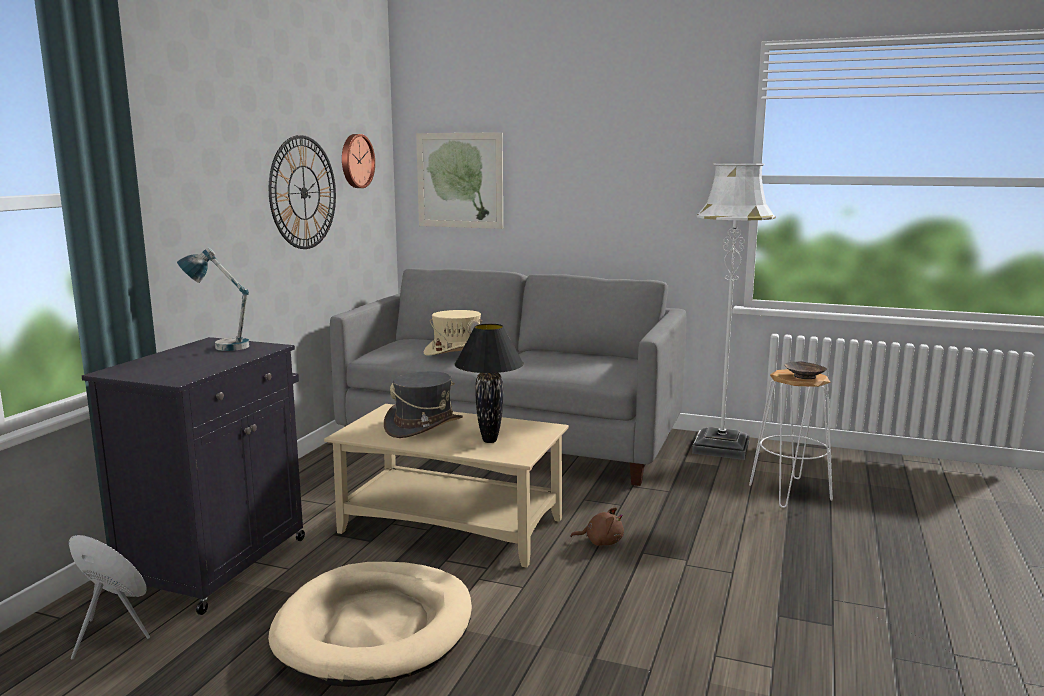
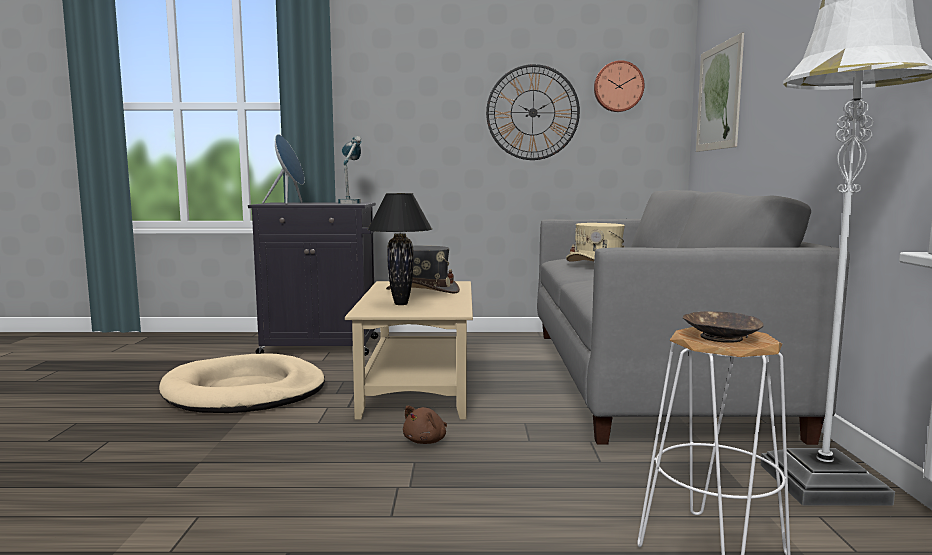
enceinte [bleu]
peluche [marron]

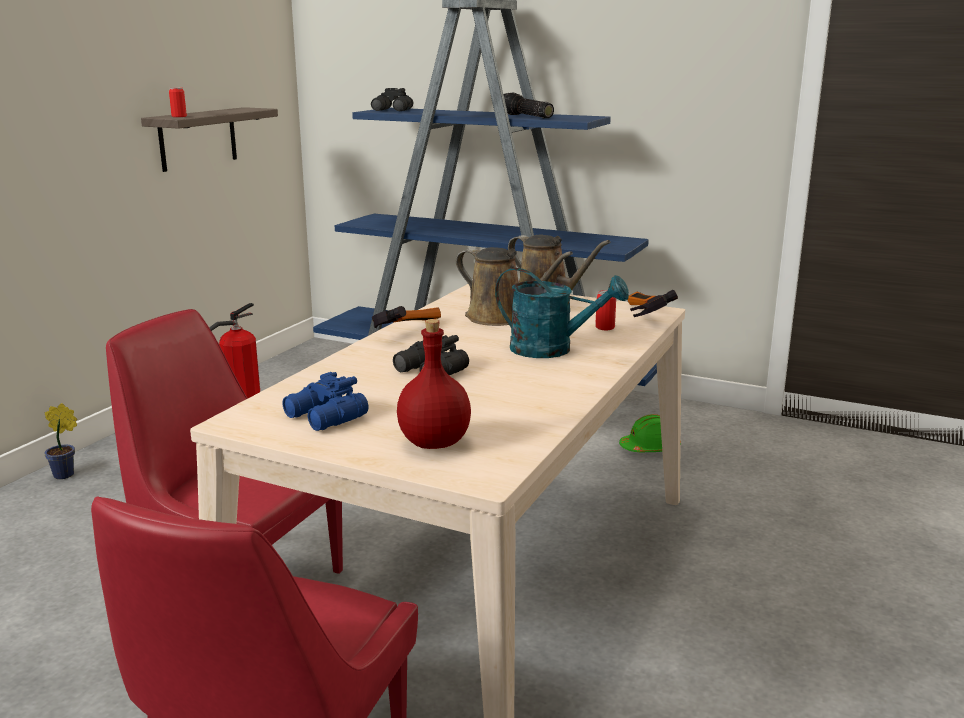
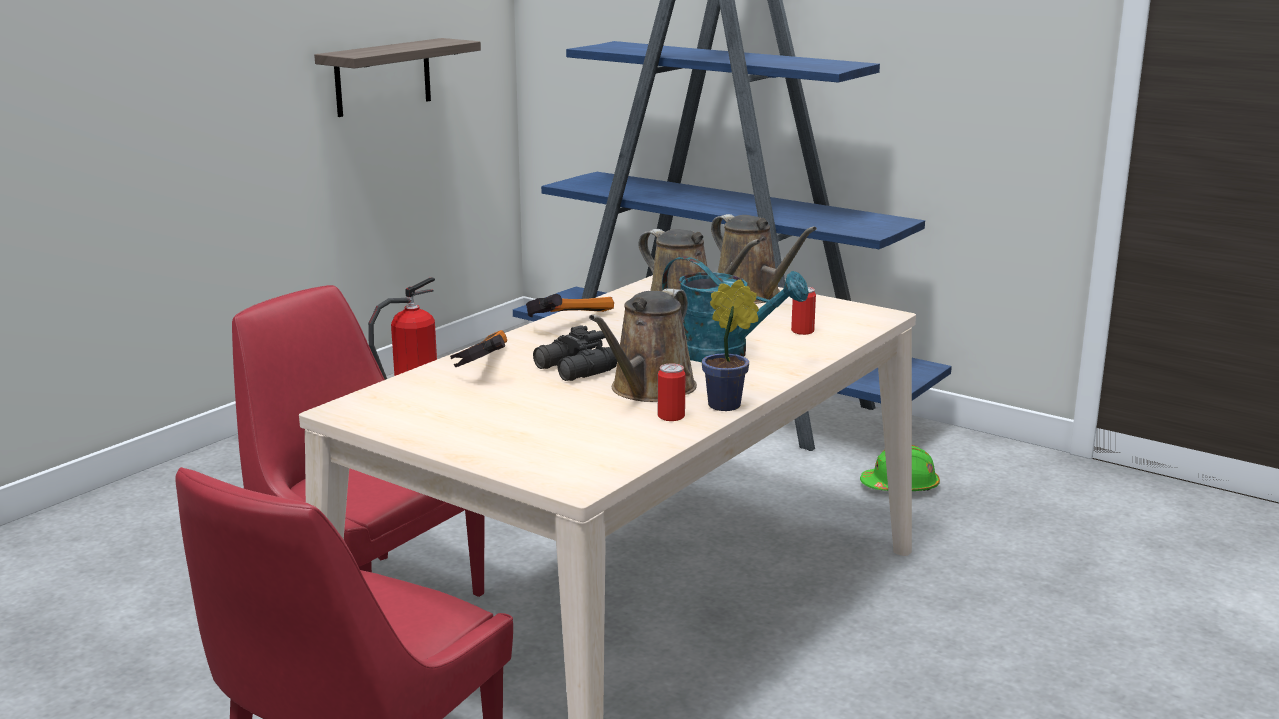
plante en pot
boîte métallique (no. 1 from left)
jumelles [bleu]
jumelles [noir] (no. 1 from left in the first image)
bouteille [rouge]
lampe de poche
marteau (no. 1 from left)
arrosoir [marron] (no. 1 from left)

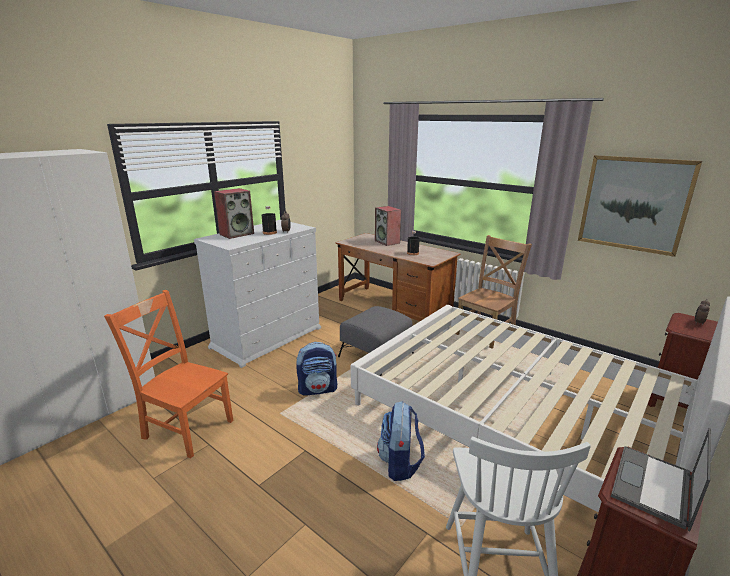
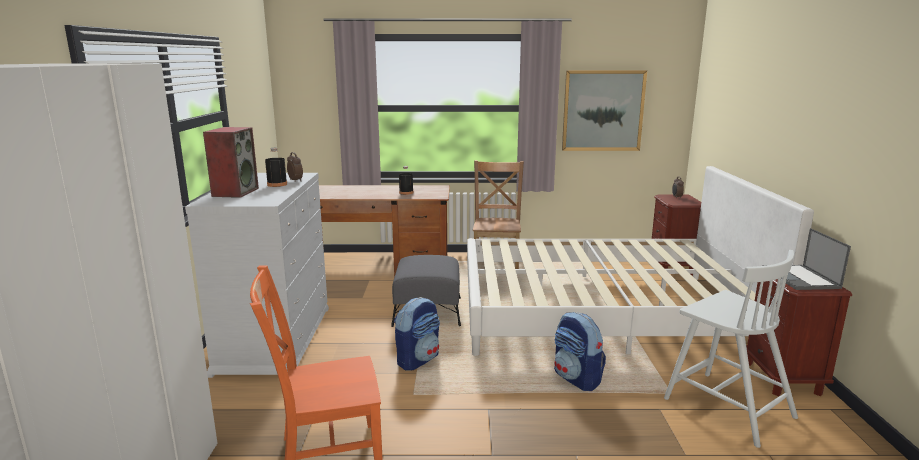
enceinte (no. 2 from left in the first image)

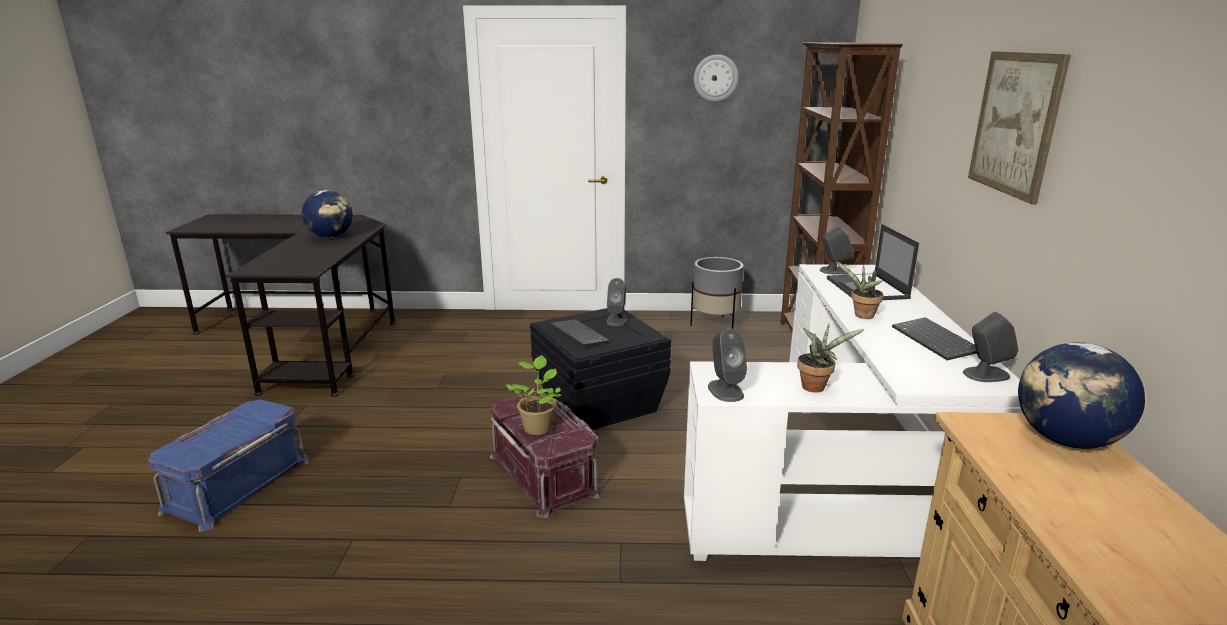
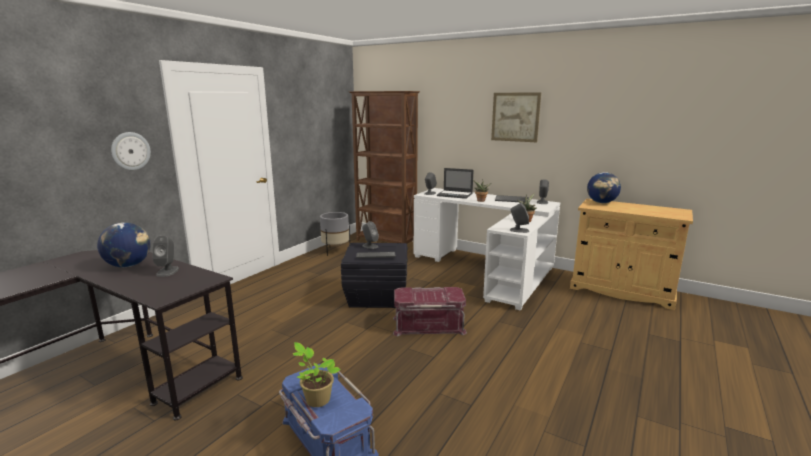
plante en pot (no. 1 from left)
horloge murale
enceinte [gris] (no. 1 from left)

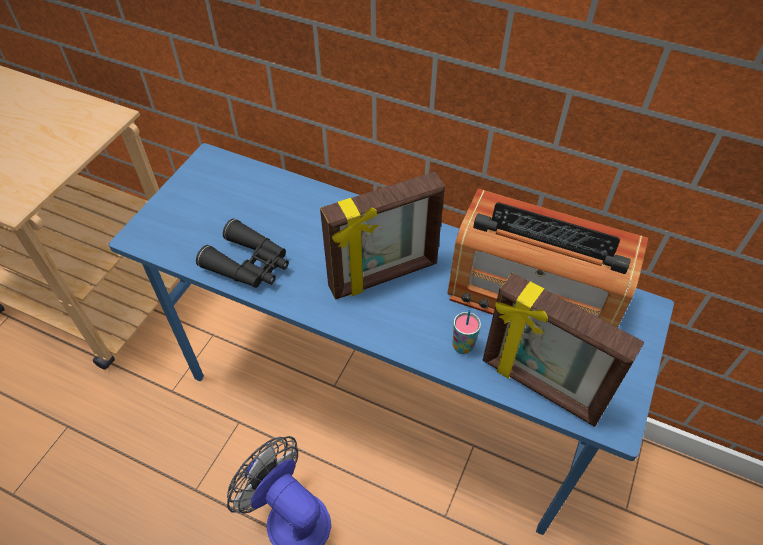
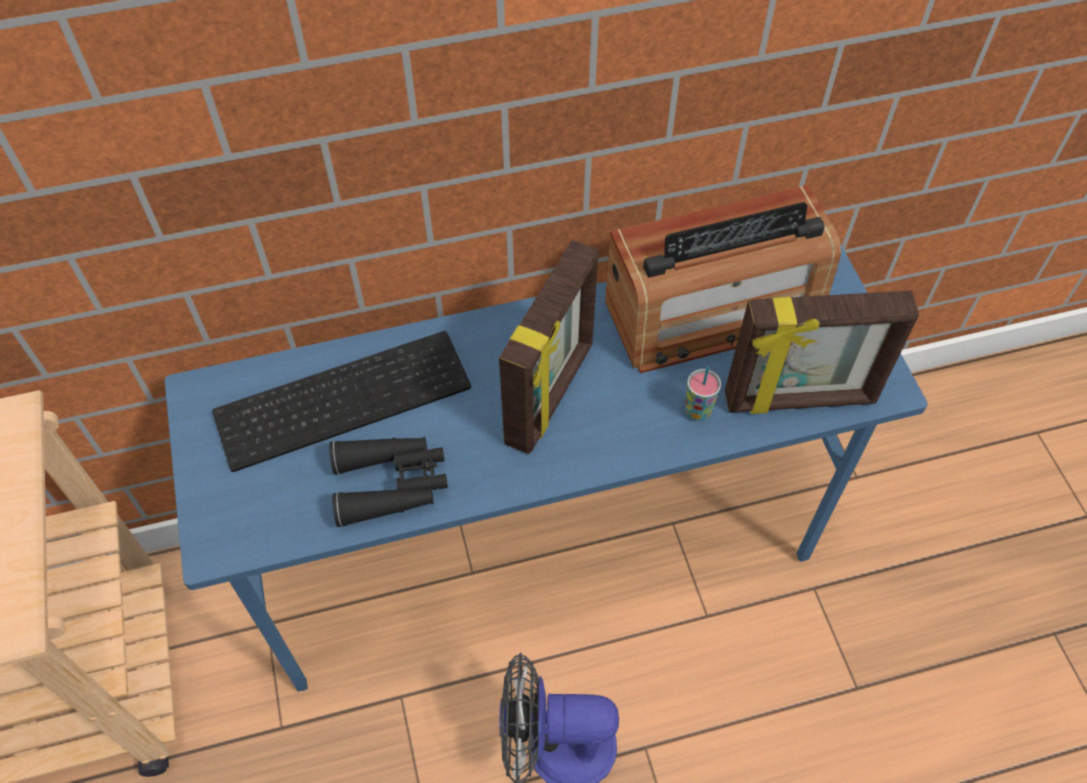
clavier

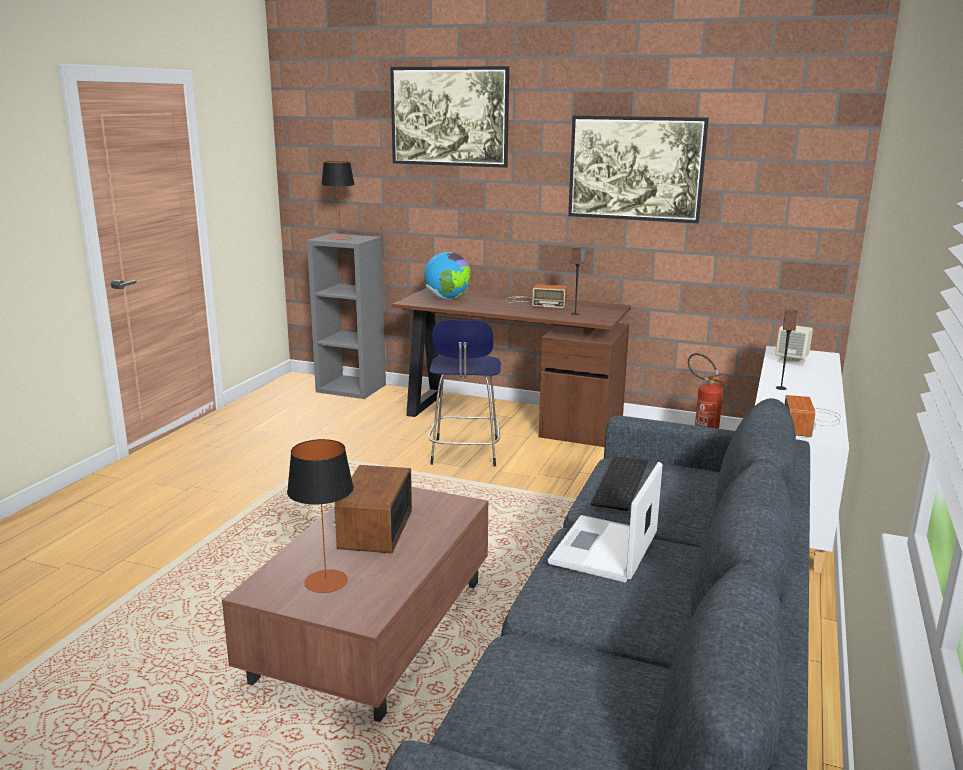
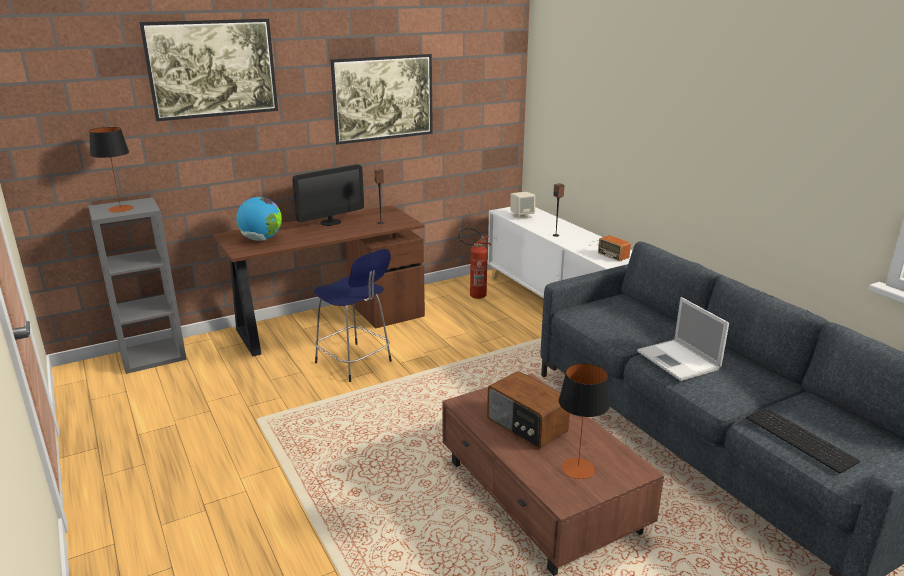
écran d'ordinateur
clavier

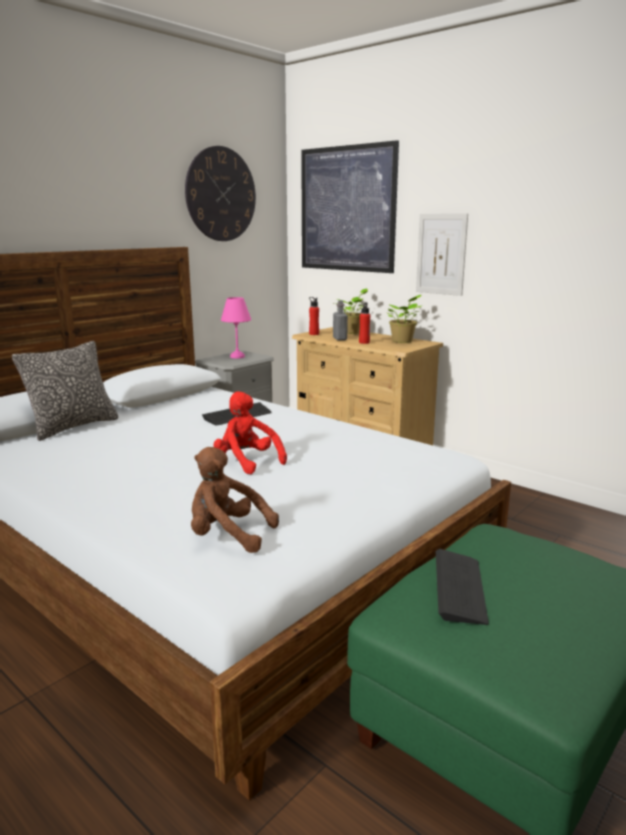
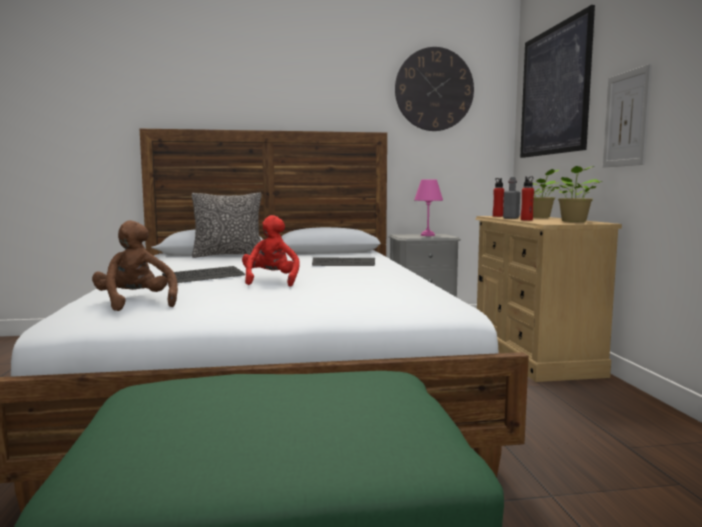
clavier (no. 1 from left)

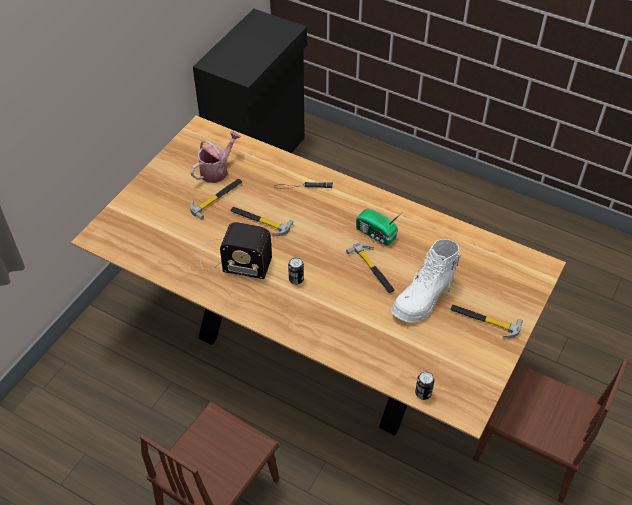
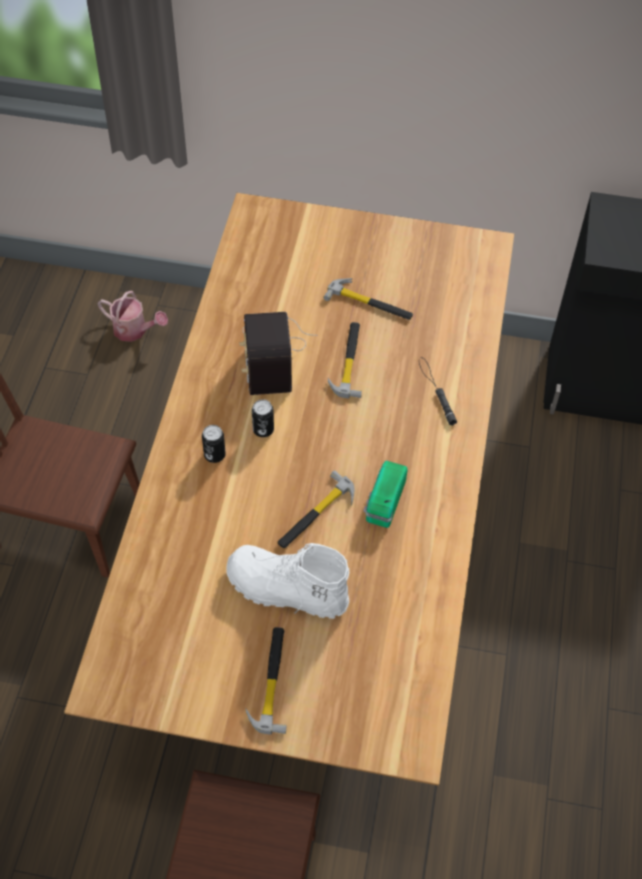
arrosoir
boîte métallique (no. 1 from left)

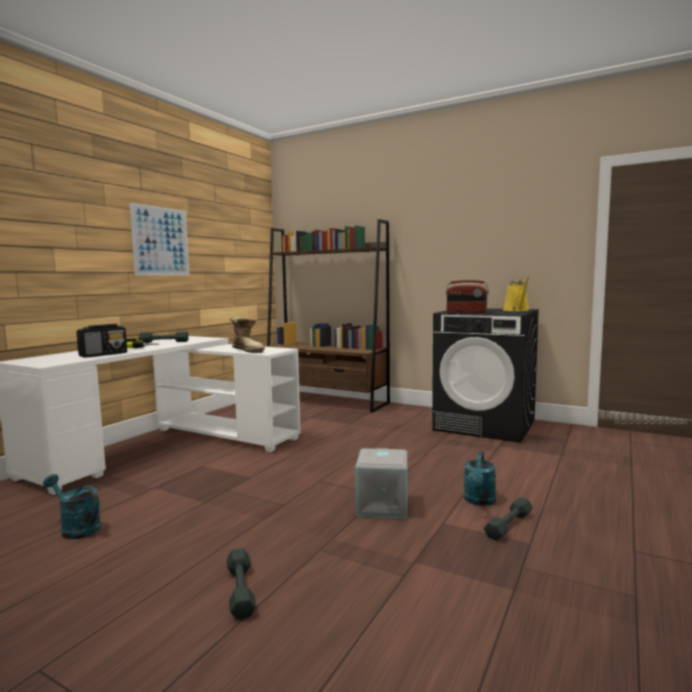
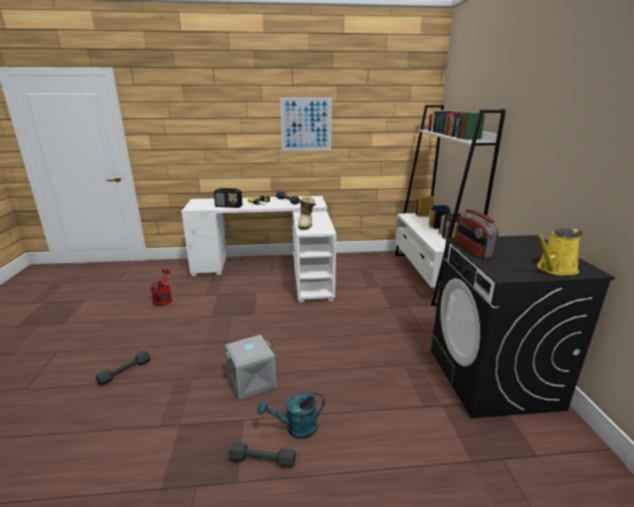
arrosoir [rouge]
bibliothèque [blanc]

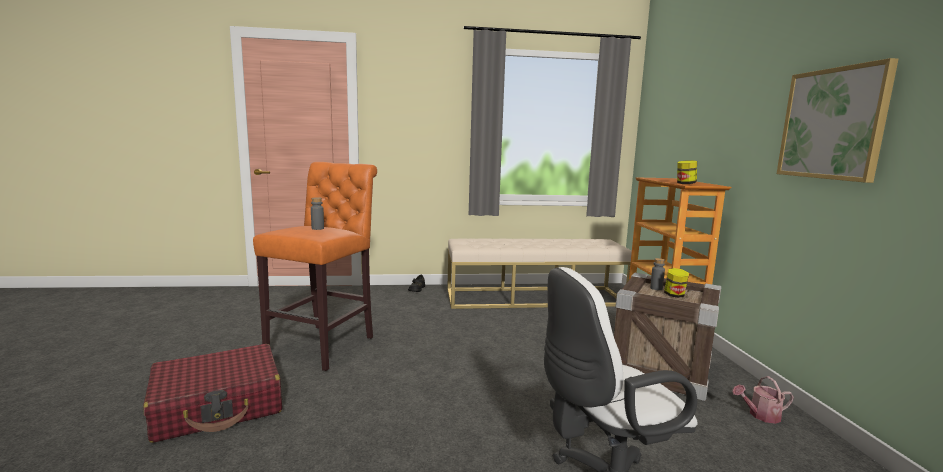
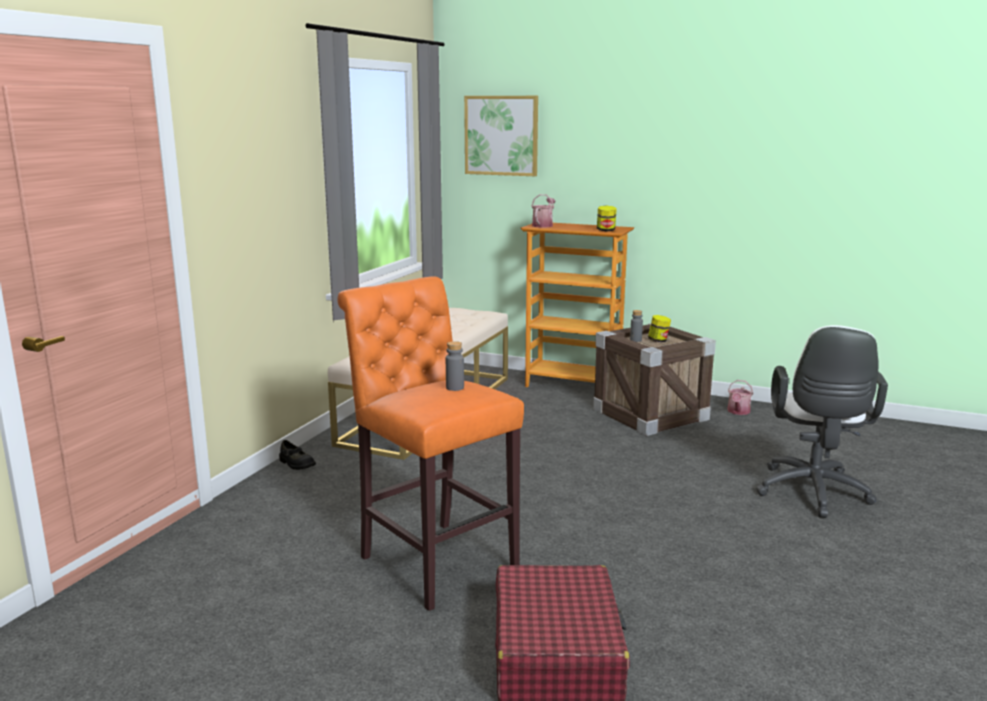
tableau
arrosoir (no. 1 from left)

